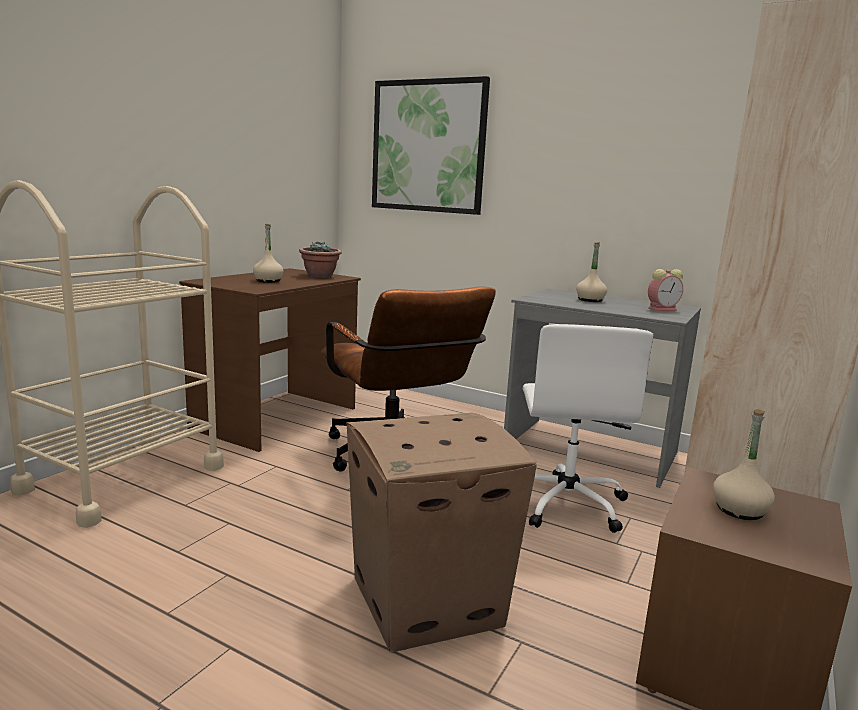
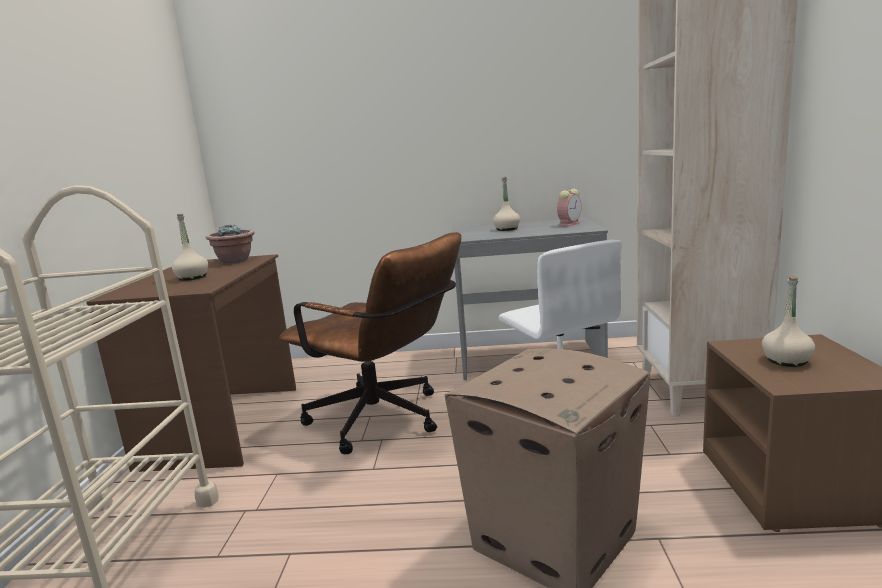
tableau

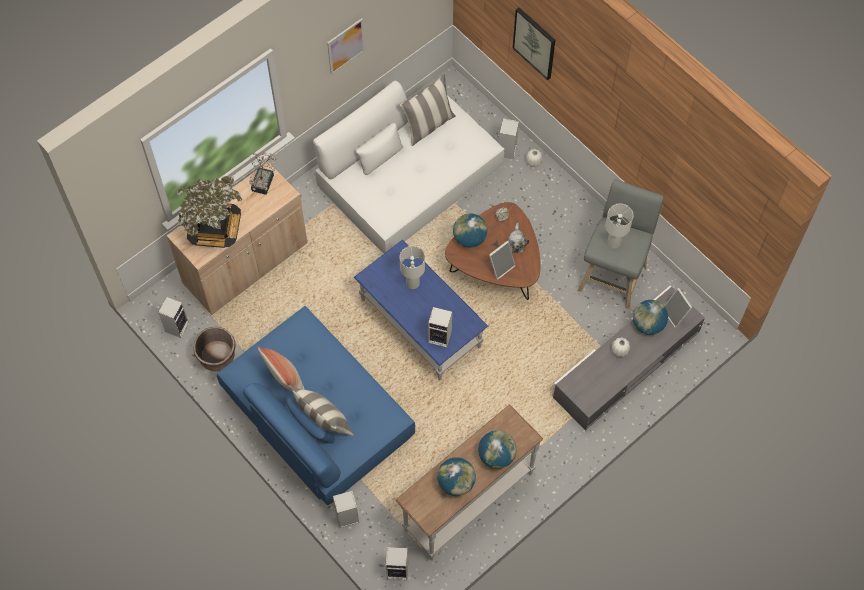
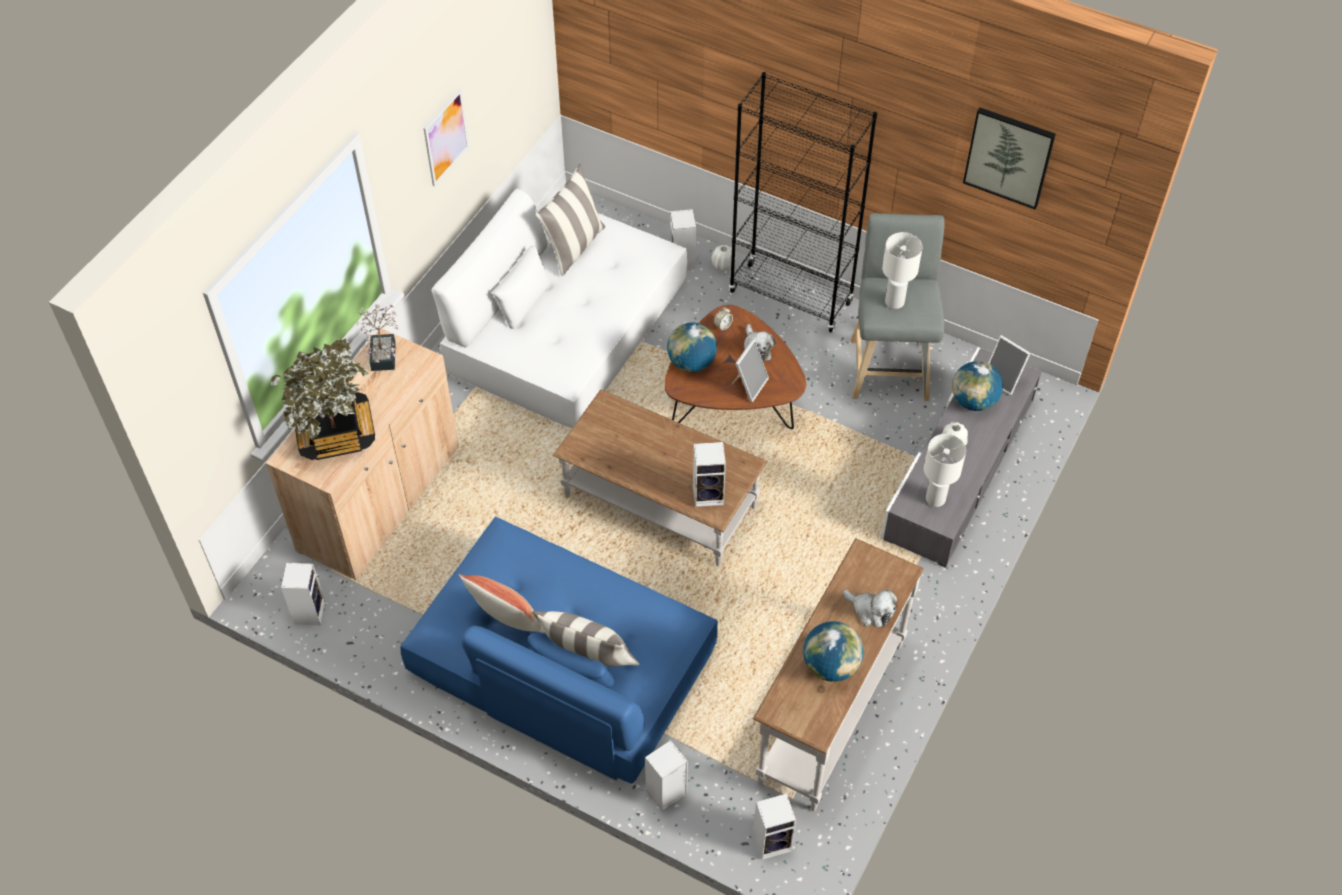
cache-pot [marron]
table basse [marron] (no. 1 from left)
lampe de table [blanc] (no. 2 from left)
peluche (no. 2 from left)
tableau (no. 2 from left)
bibliothèque [noir]

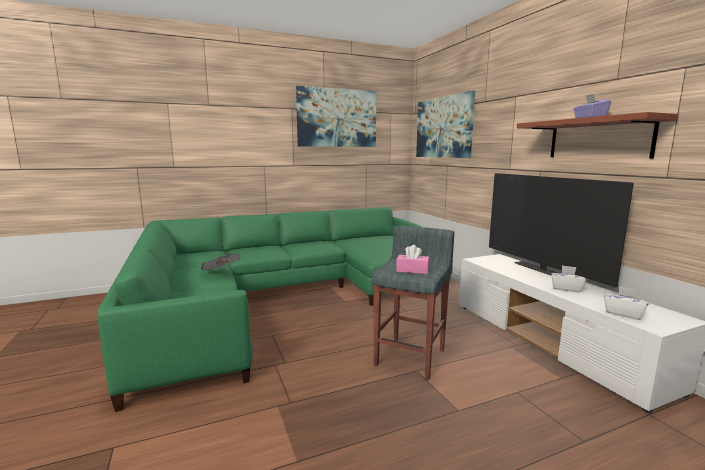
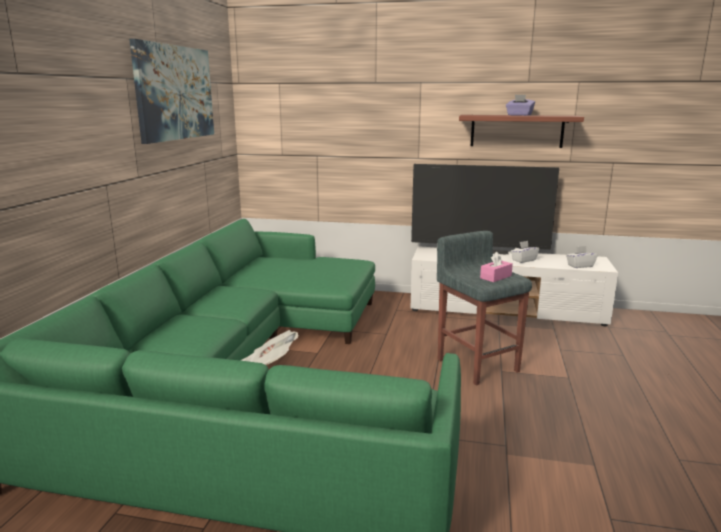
tableau (no. 2 from left in the first image)

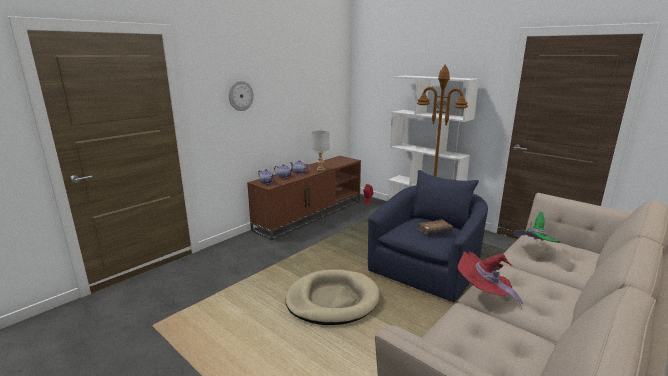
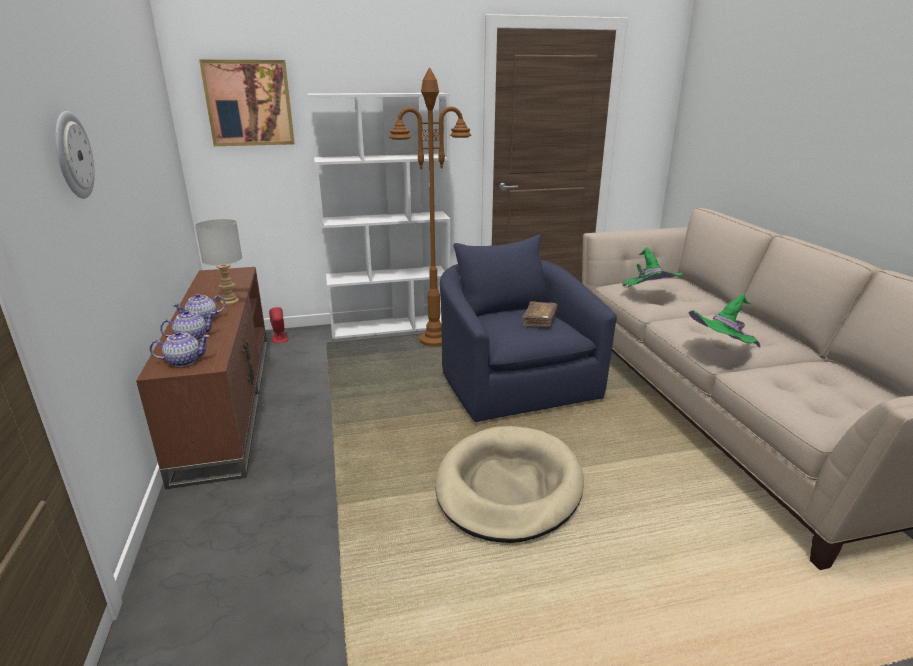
chapeau [vert] (no. 2 from left)
tableau

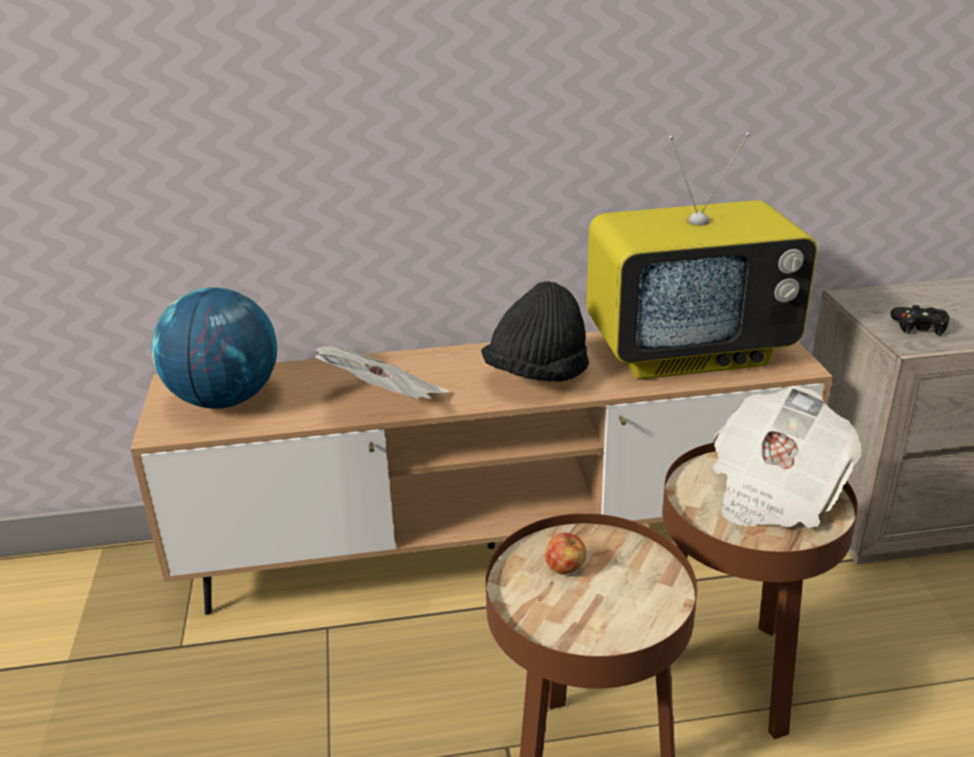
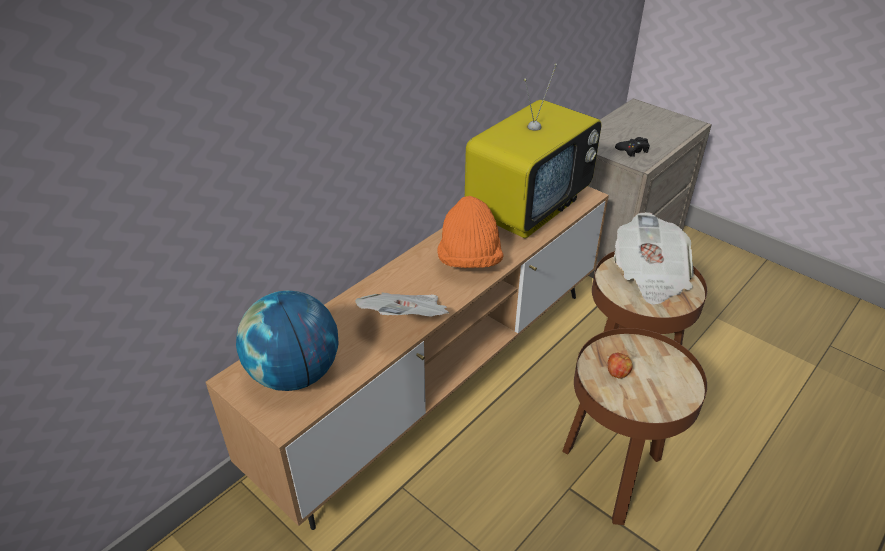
chapeau [orange]

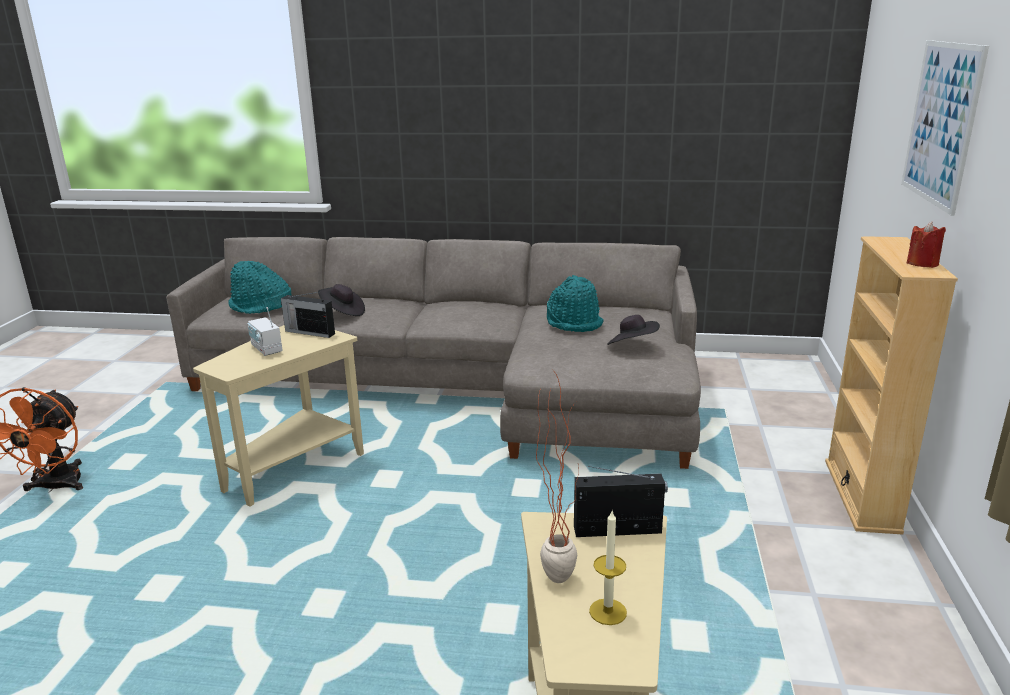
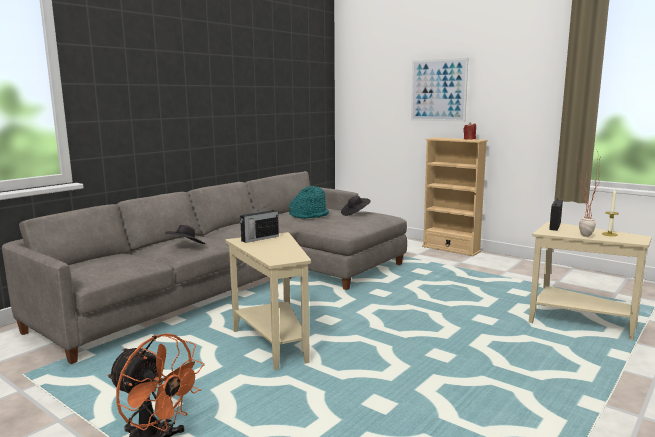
chapeau [turquoise] (no. 1 from left in the first image)
radio (no. 1 from left in the first image)

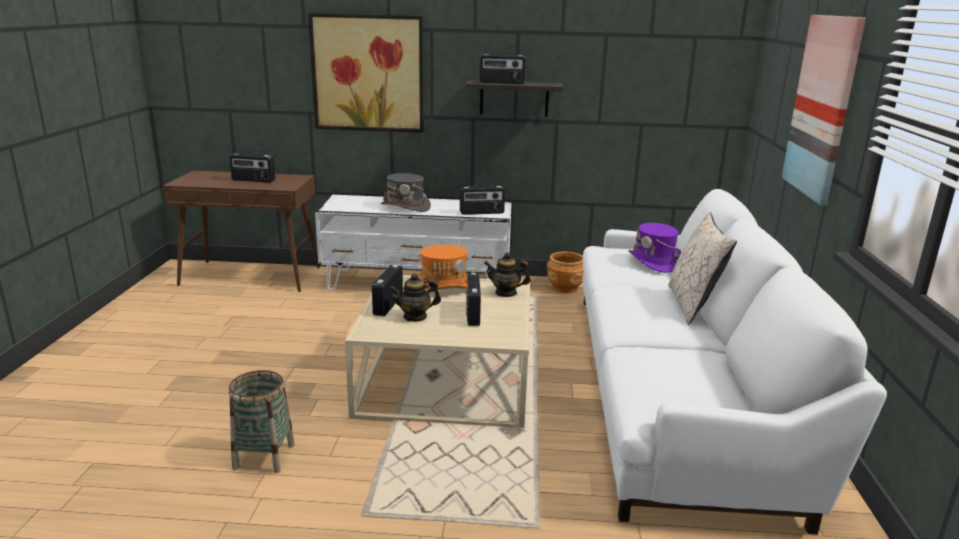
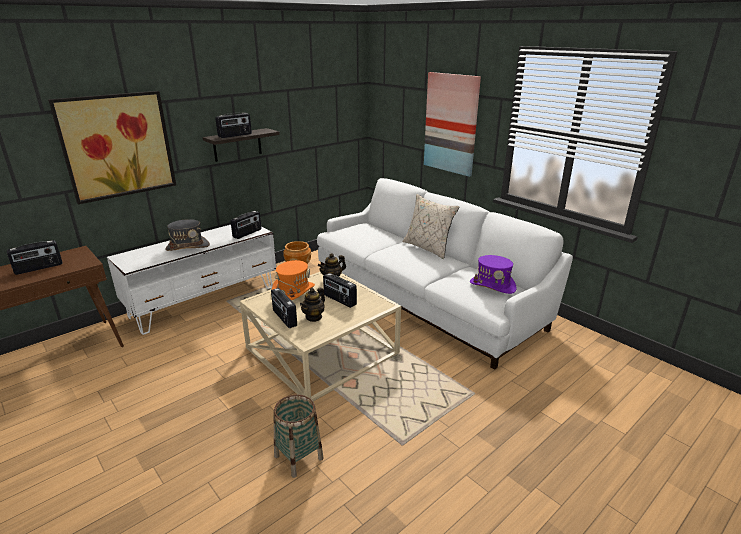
chapeau [violet]

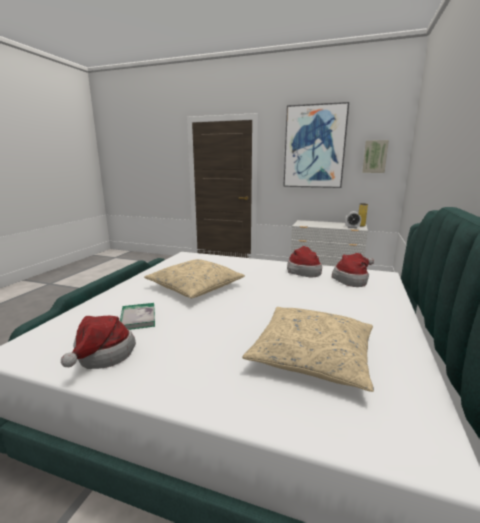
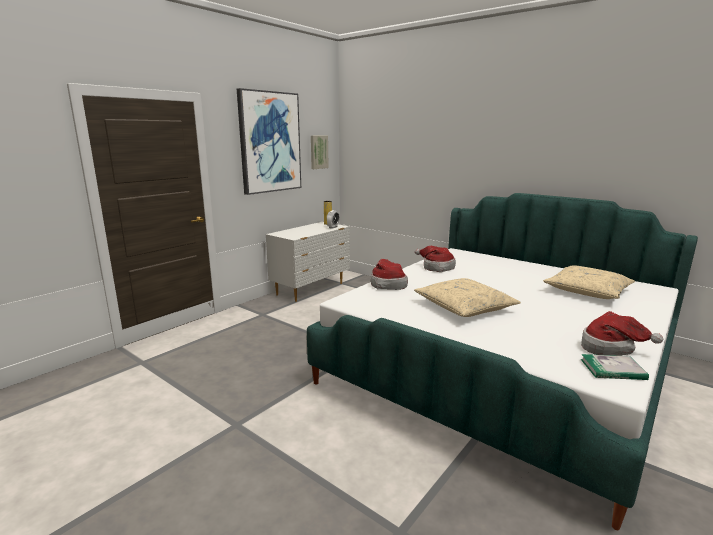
livre
chapeau (no. 1 from left)

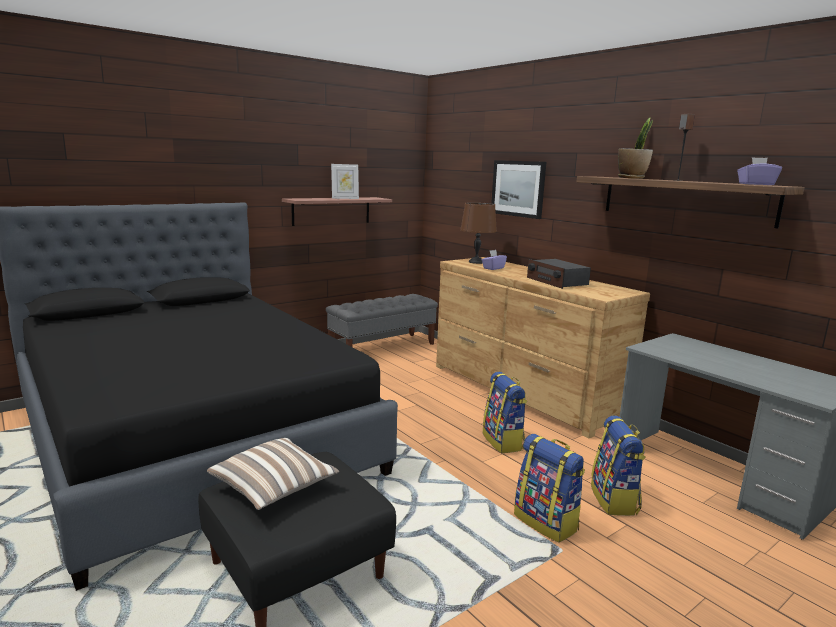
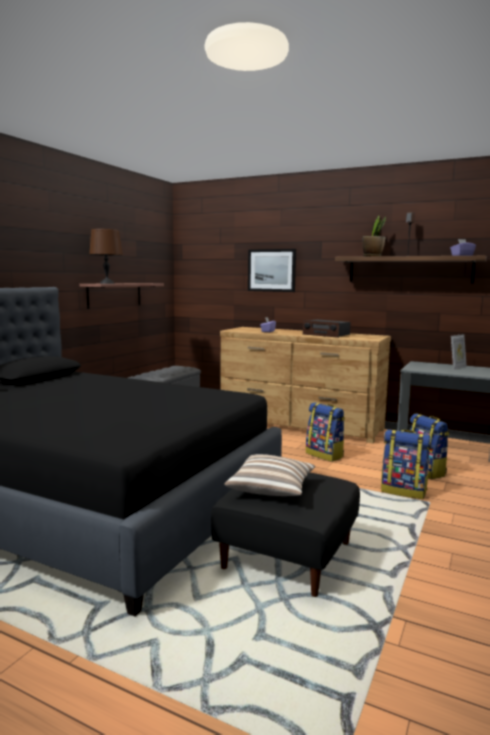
cadre photo
lampe de table [marron]

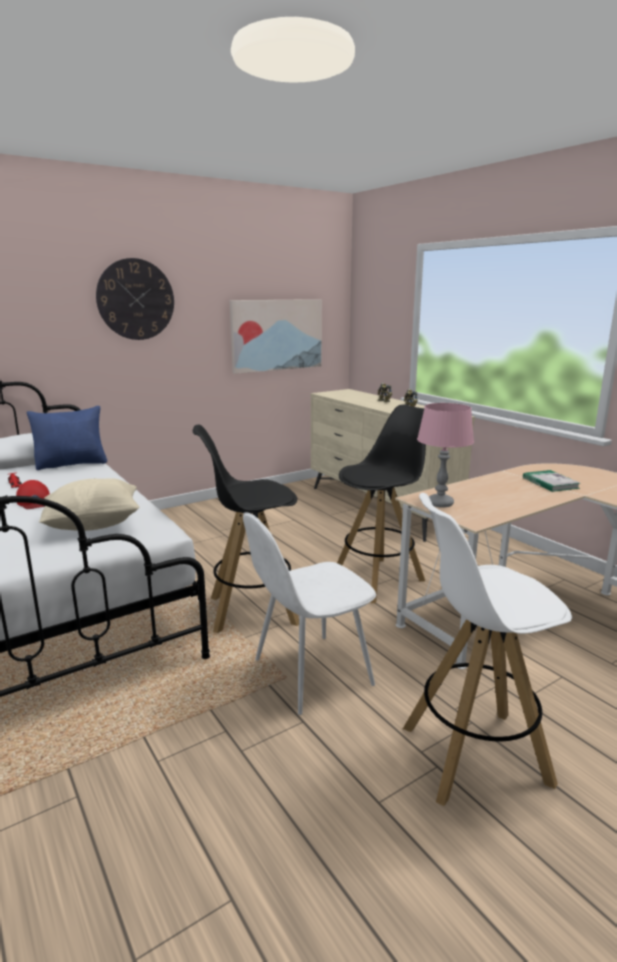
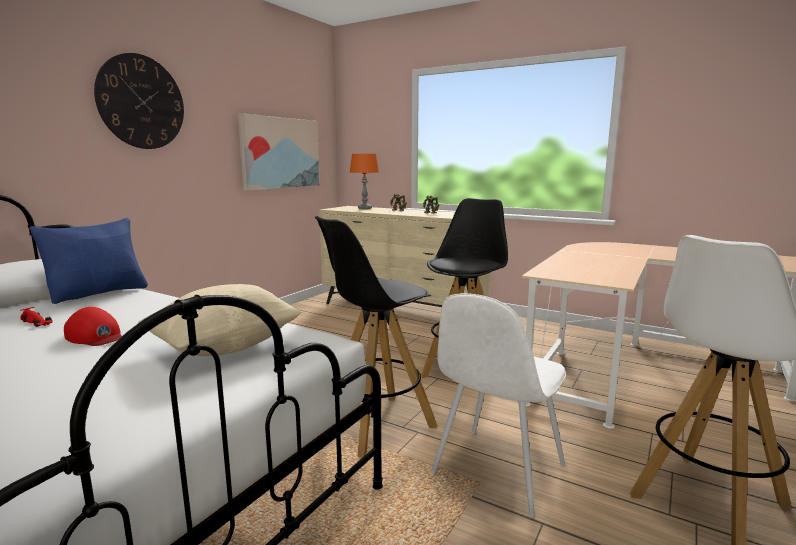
lampe de table [rose]
livre
lampe de table [orange]

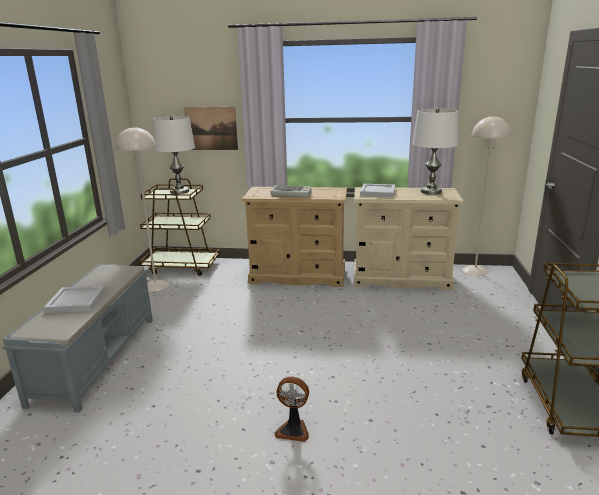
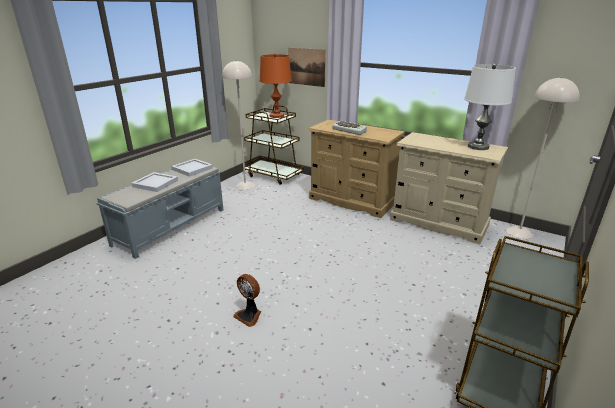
lampe de table [orange]
plateau [blanc] (no. 2 from left)

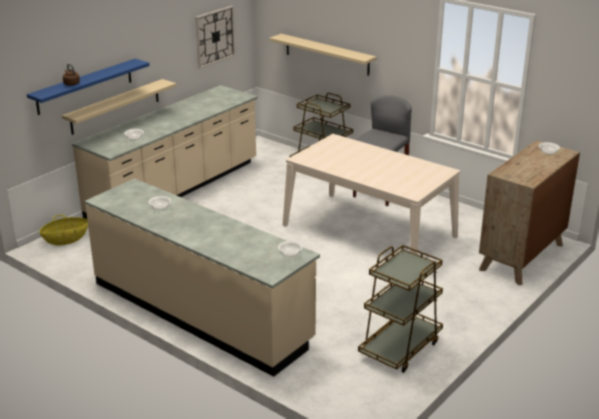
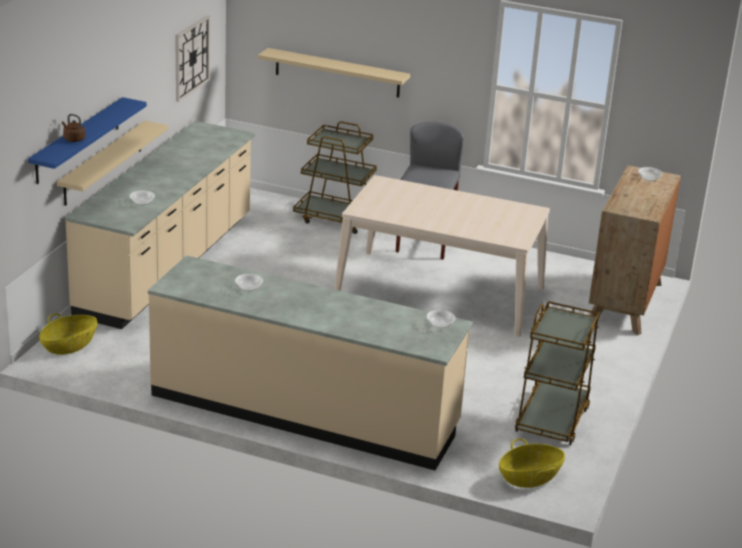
panier (no. 2 from left)

